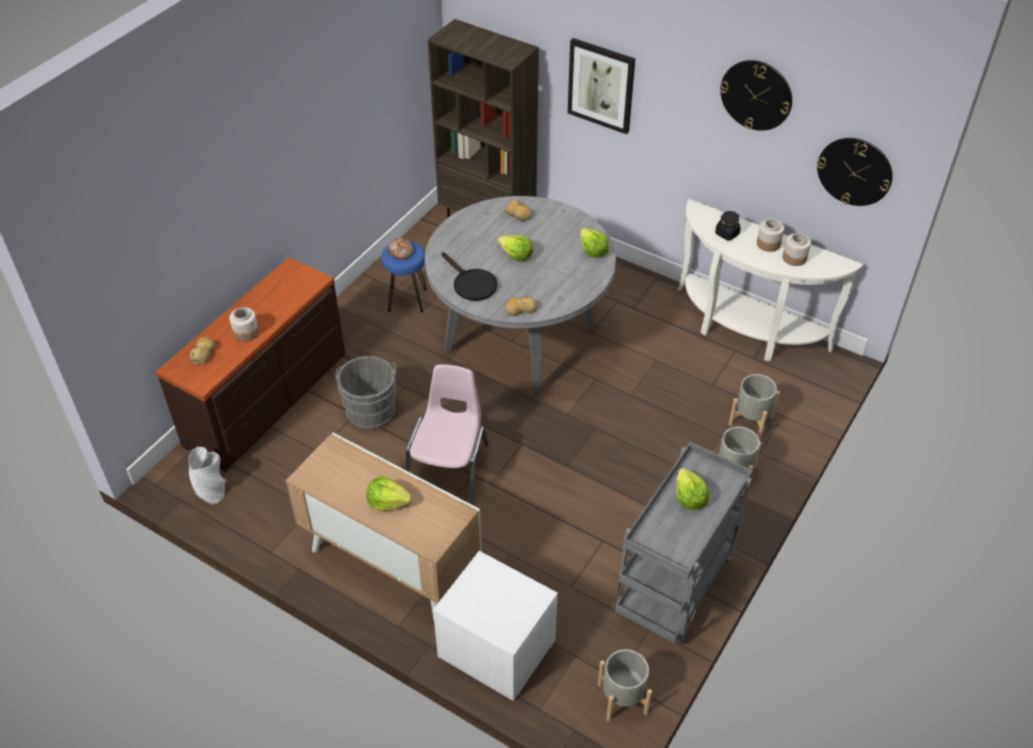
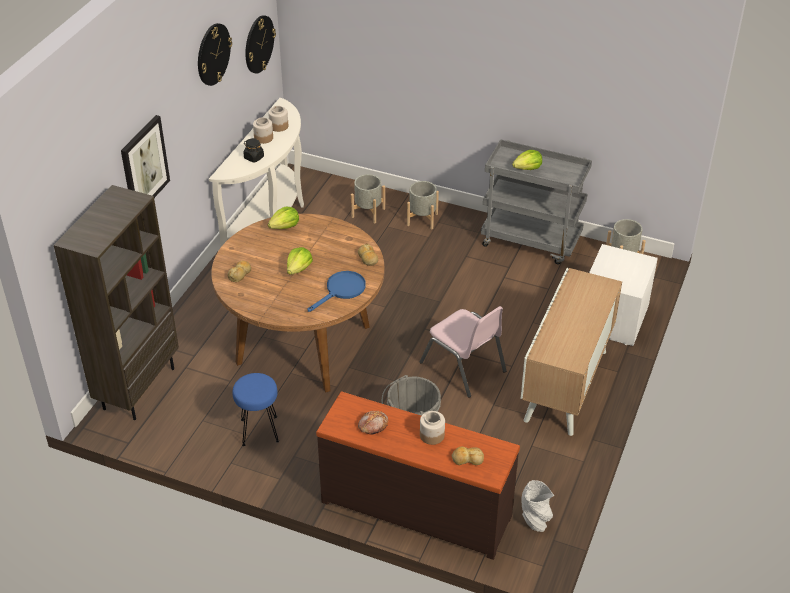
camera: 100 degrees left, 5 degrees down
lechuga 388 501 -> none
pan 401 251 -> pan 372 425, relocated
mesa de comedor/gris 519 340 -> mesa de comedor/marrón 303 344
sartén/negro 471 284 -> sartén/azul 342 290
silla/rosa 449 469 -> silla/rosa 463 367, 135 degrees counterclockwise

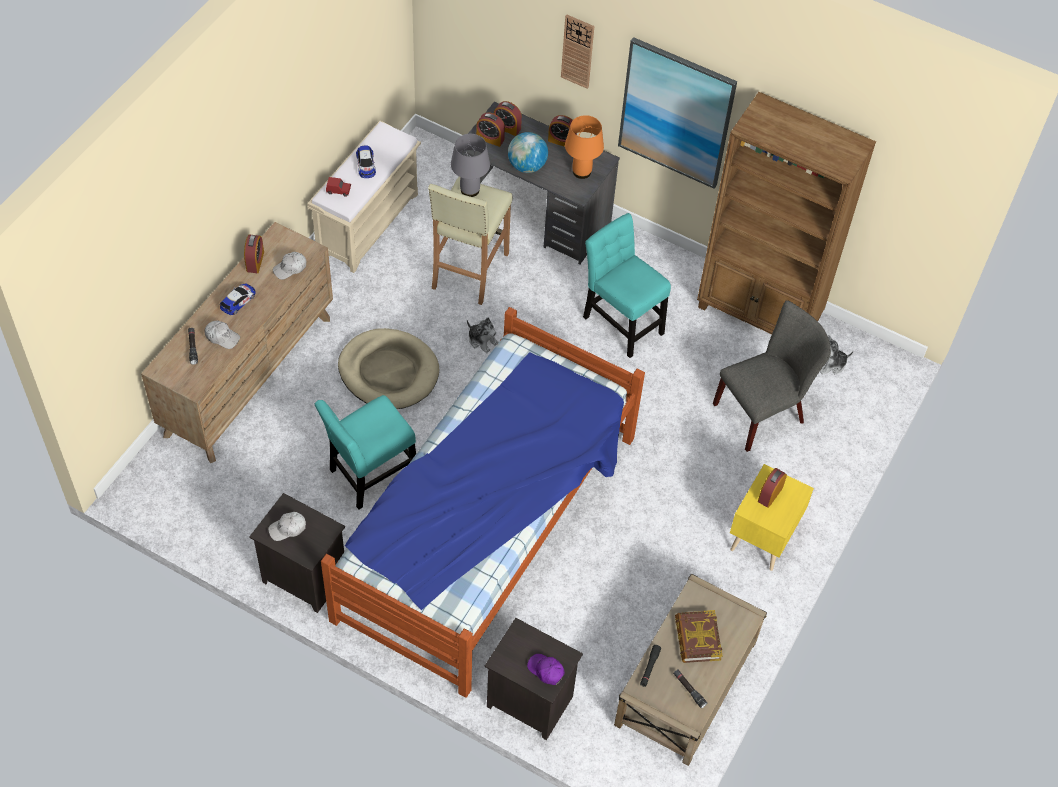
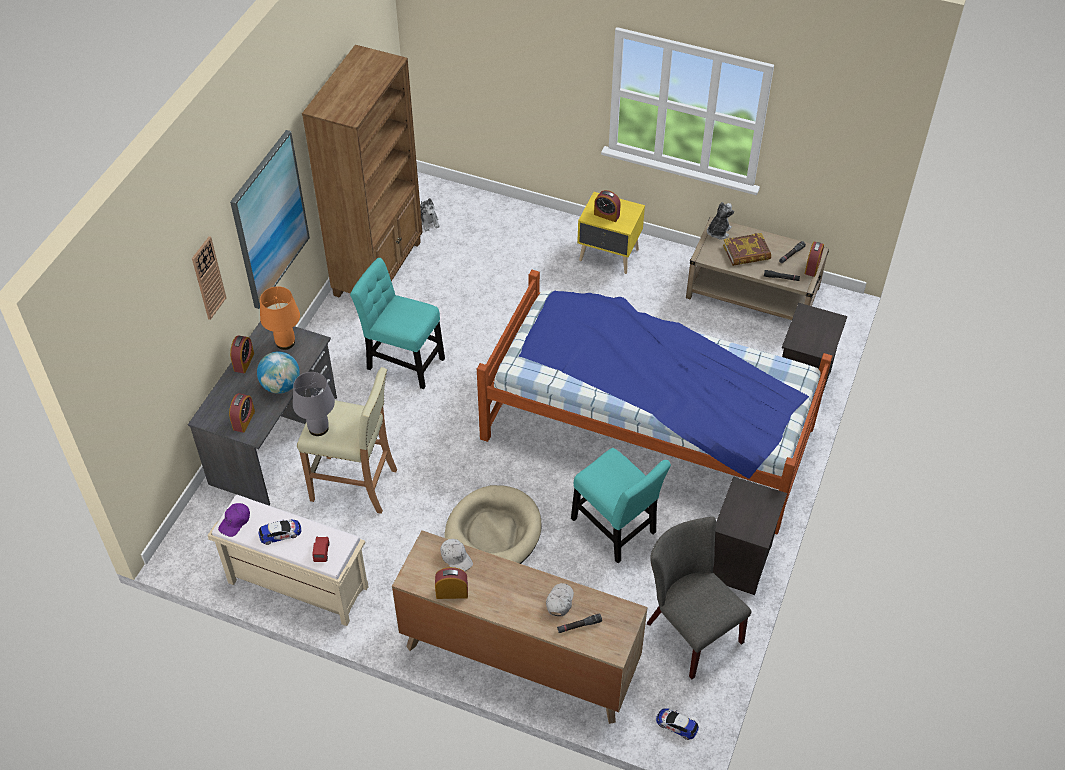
camera: 95 degrees left, 5 degrees down
gorra/blanco 288 528 -> none
coche de juguete 238 301 -> coche de juguete 676 725, relocated
peluche 482 340 -> peluche 718 231, relocated
despertador 507 127 -> despertador 812 267, relocated
gorra/morado 546 670 -> gorra/morado 235 522, relocated
silla/gris 764 411 -> silla/gris 689 629, relocated
silla/turquesa 621 321 -> silla/turquesa 402 361, 75 degrees clockwise

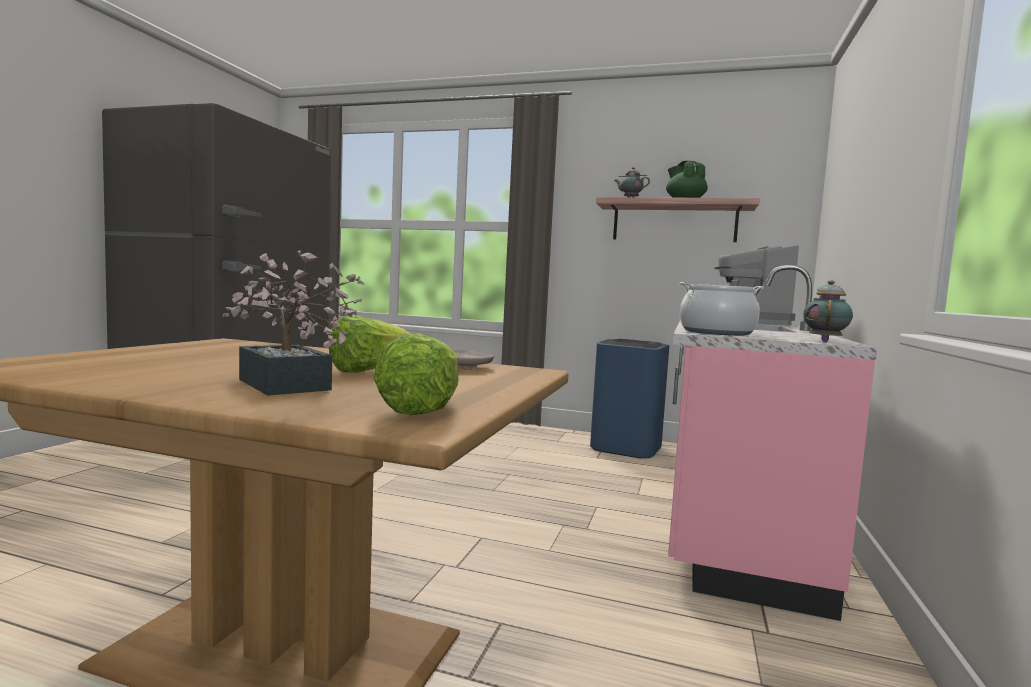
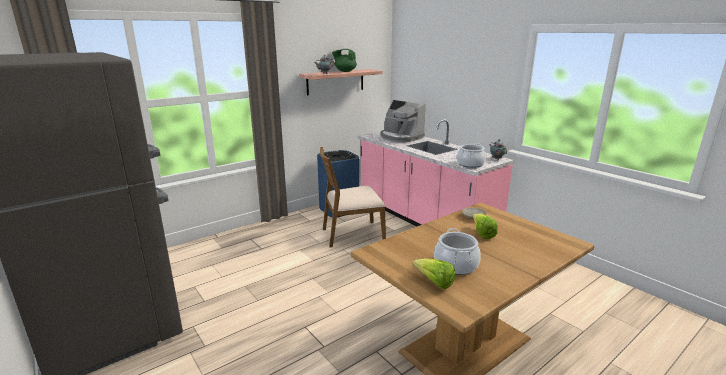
camera: 55 degrees left, 15 degrees up
planta en maceta 287 387 -> none
none -> silla/marrón 352 234
none -> olla 455 265
lechuga 422 408 -> lechuga 434 283, relocated

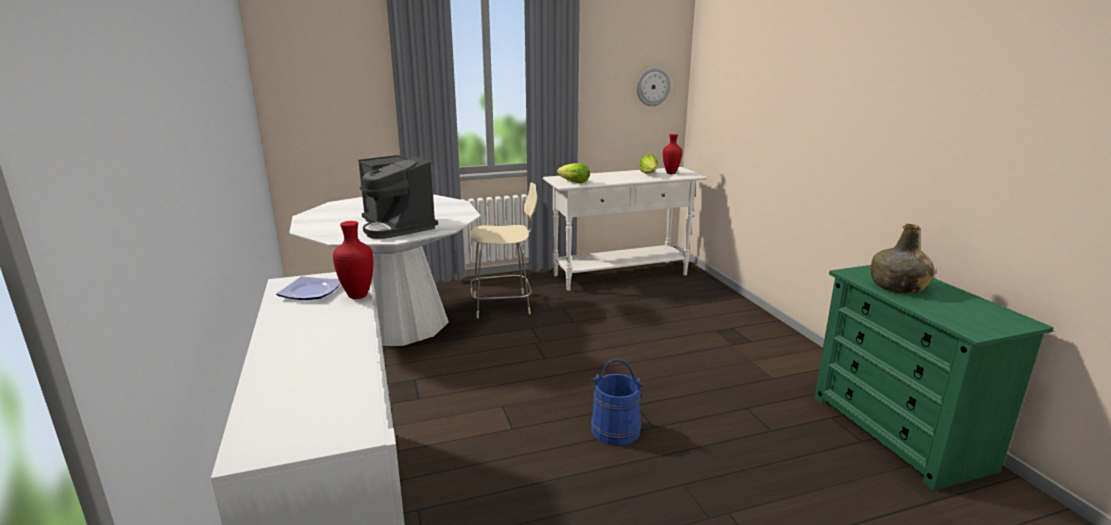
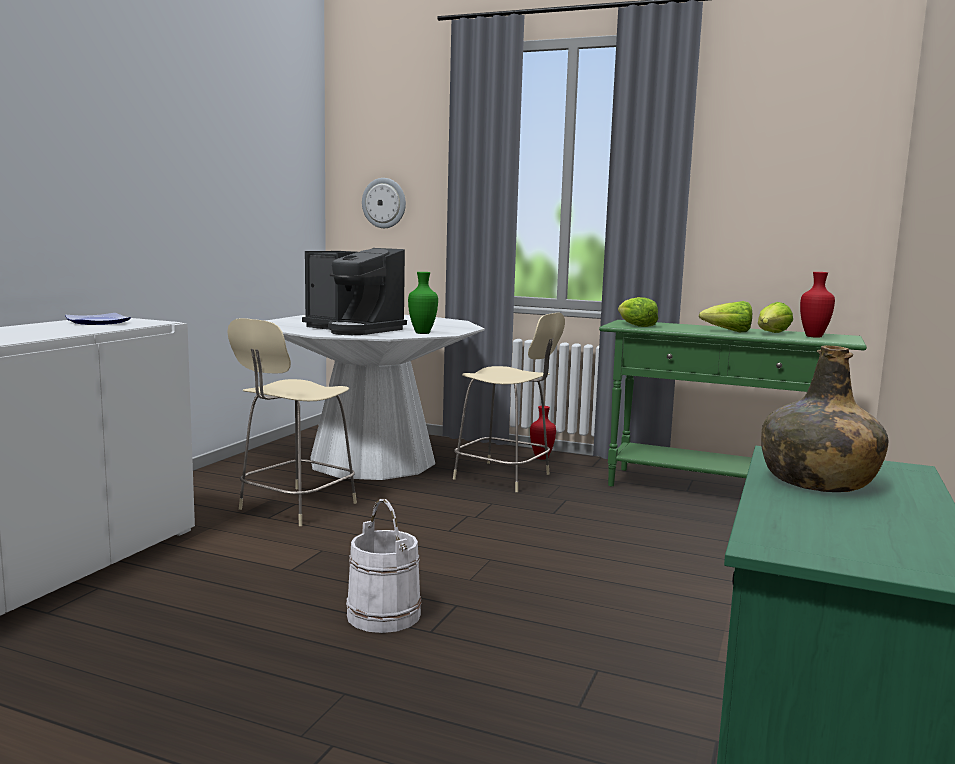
camera: 40 degrees right, 10 degrees down
none -> silla/beis 295 507
none -> florero/verde 421 333
none -> lechuga 728 331
florero/rojo 356 296 -> florero/rojo 540 458, relocated
reloj de pared 653 86 -> reloj de pared 384 203, relocated
mesa consola/blanco 621 275 -> mesa consola/verde 716 491
cubo/azul 615 429 -> cubo/blanco 384 614
cafetera 397 226 -> cafetera 354 329, 60 degrees counterclockwise

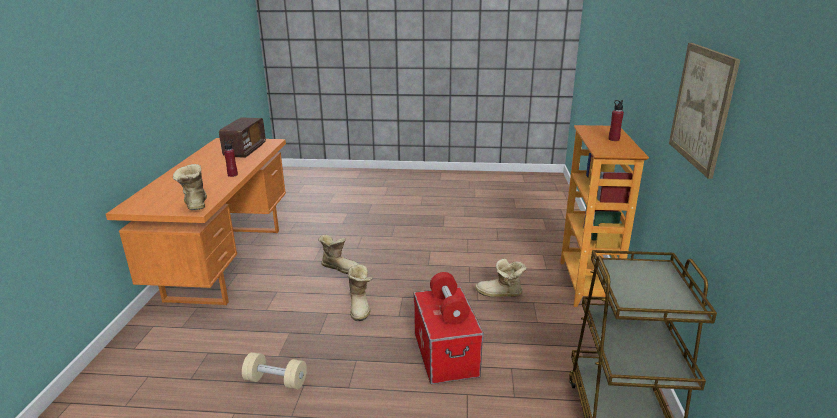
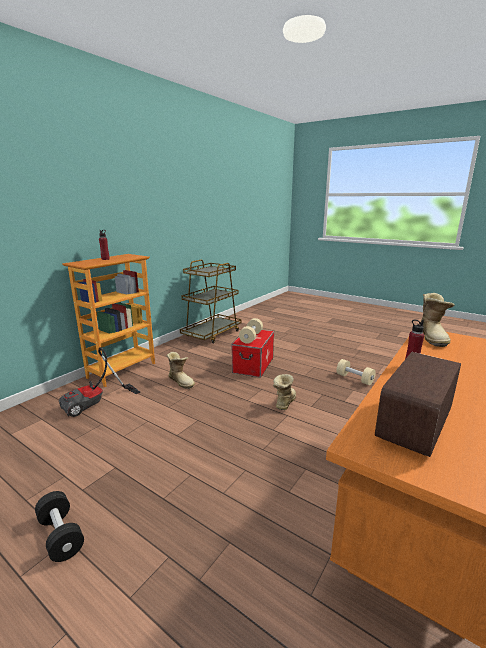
camera: 150 degrees left, 5 degrees down
bota 340 267 -> none
cuadro 701 107 -> none
none -> mancuerna/negro 61 535
none -> aspiradora 95 404
mancuerna/rojo 448 308 -> mancuerna/beis 251 337

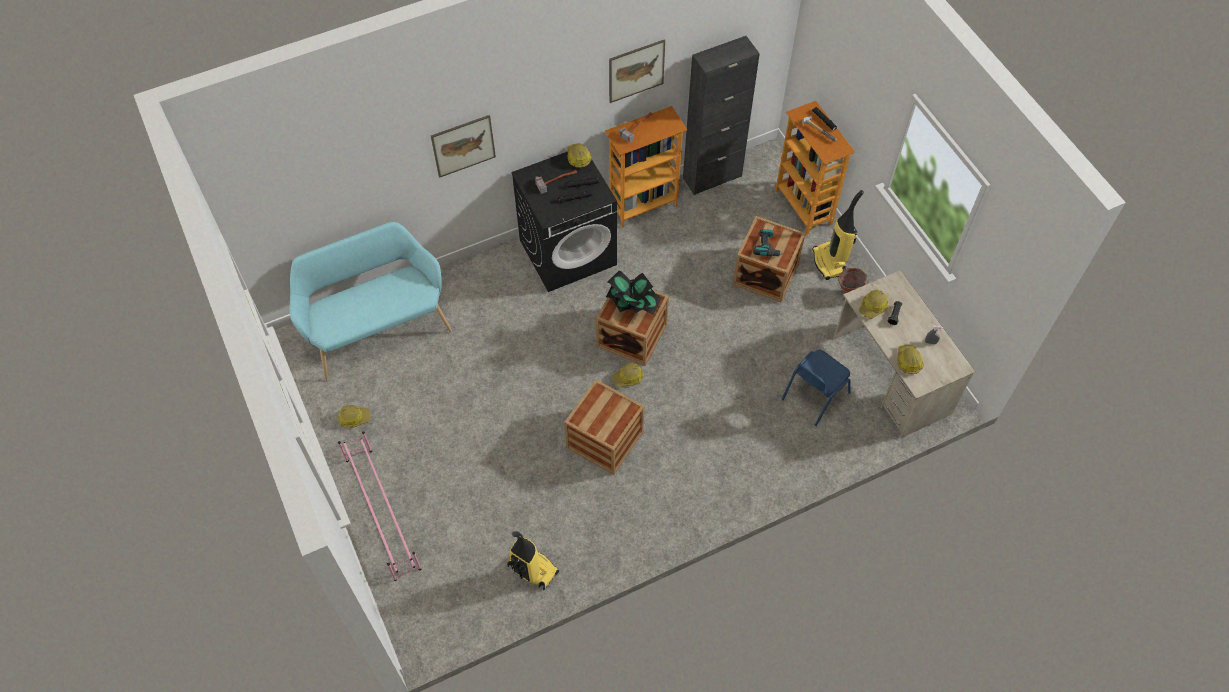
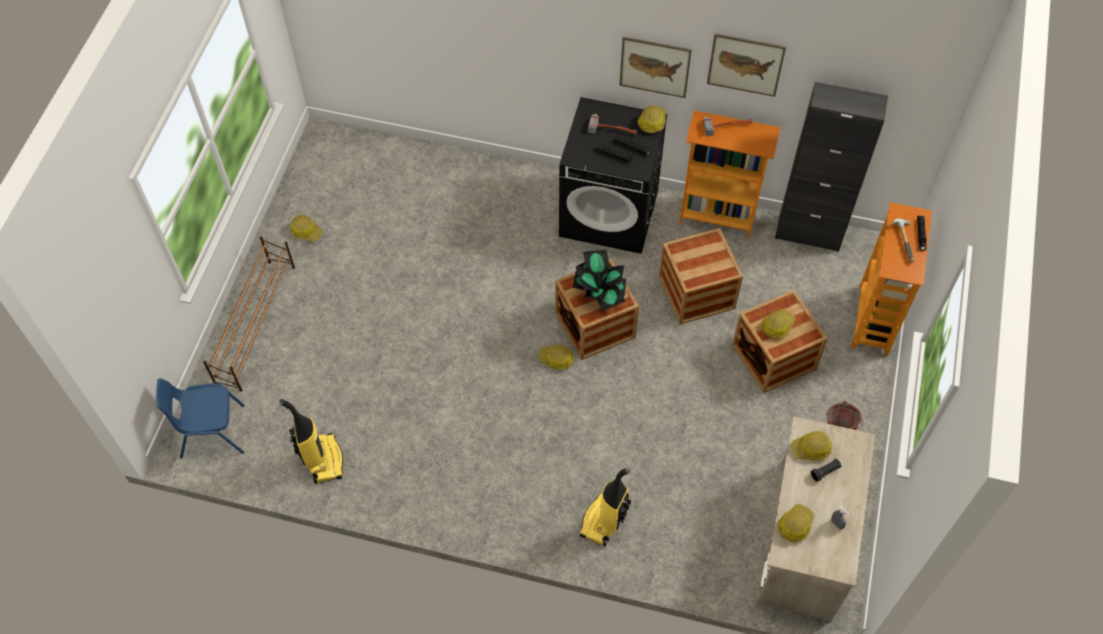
camera: 40 degrees right, 0 degrees up
banco/turquesa 377 329 -> none
cuadro 463 146 -> cuadro 655 67, relocated
caja de embalaje 604 440 -> caja de embalaje 696 292, relocated
silla/azul 814 396 -> silla/azul 211 432, relocated
aspiradora 830 262 -> aspiradora 604 521, relocated
taladro 767 247 -> casco 777 326
zapatero/rosa 382 512 -> zapatero/marrón 256 323

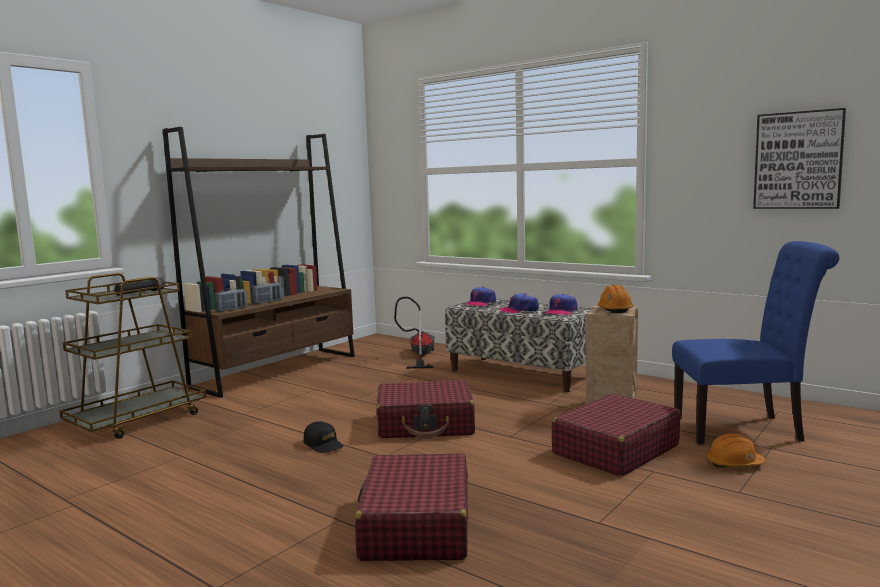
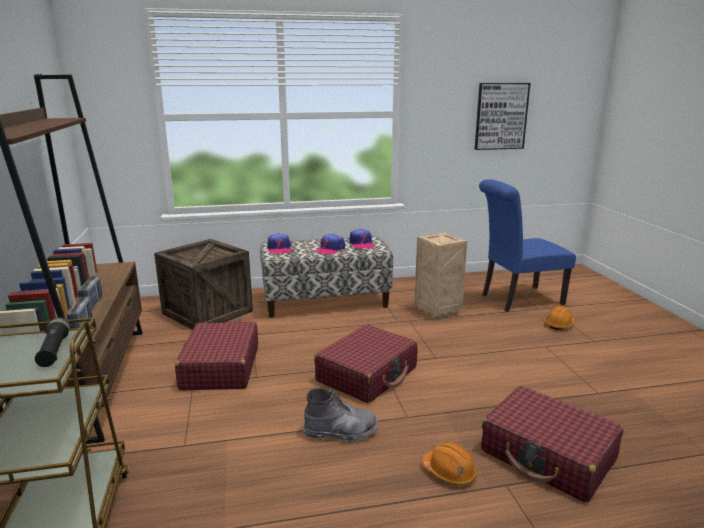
camera: 50 degrees left, 10 degrees up
maleta/rojo 615 450 -> maleta/rojo 220 368, relocated
casco/naranja 614 310 -> casco/naranja 449 472, relocated
gorra/negro 323 444 -> bota/gris 341 433
aspiradora 419 356 -> caja de embalaje 207 312
silla/azul 745 429 -> silla/azul 517 300, 150 degrees counterclockwise

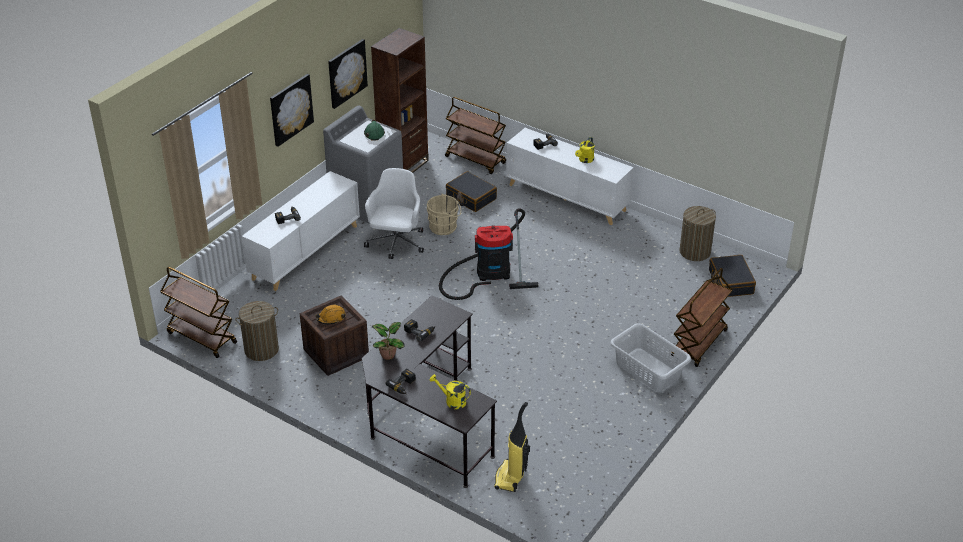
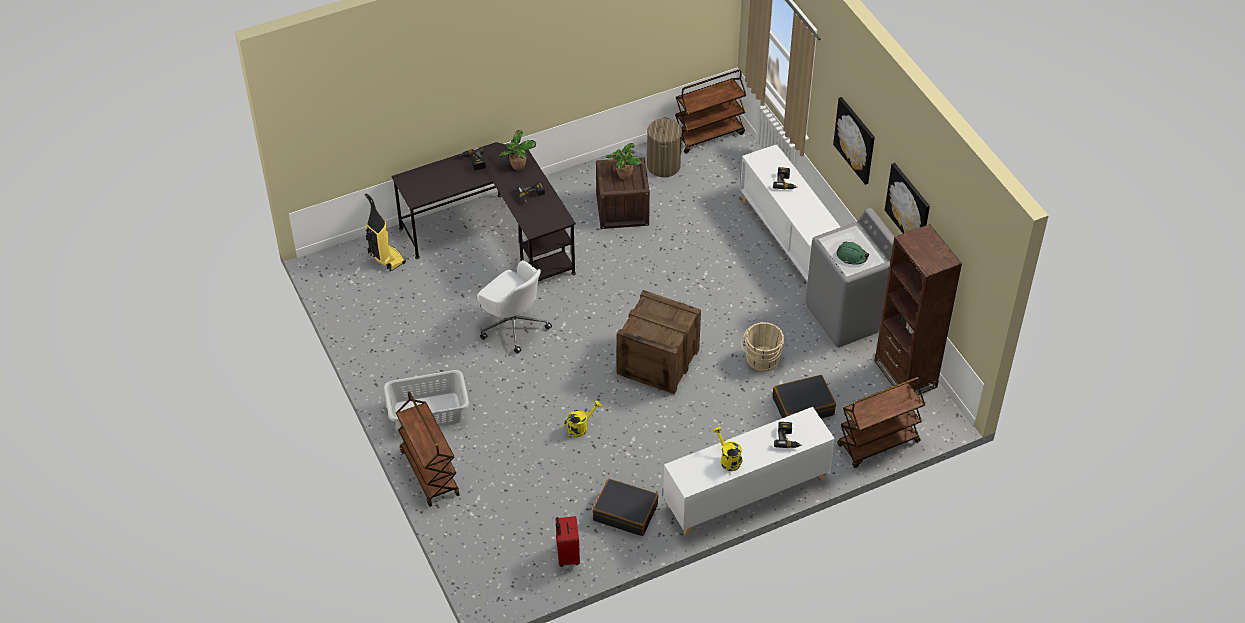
camera: 120 degrees right, 10 degrees up
silla de oficina/blanco 396 243 -> silla de oficina/blanco 513 324, relocated
regadera/amarillo 452 401 -> regadera/amarillo 580 427, relocated
maleta/negro 730 282 -> maleta/negro 625 512, relocated
casco/naranja 331 318 -> planta en maceta 623 176
aspiradora 489 273 -> caja de embalaje 658 362
cesto de la ropa 695 252 -> maleta/rojo 567 556

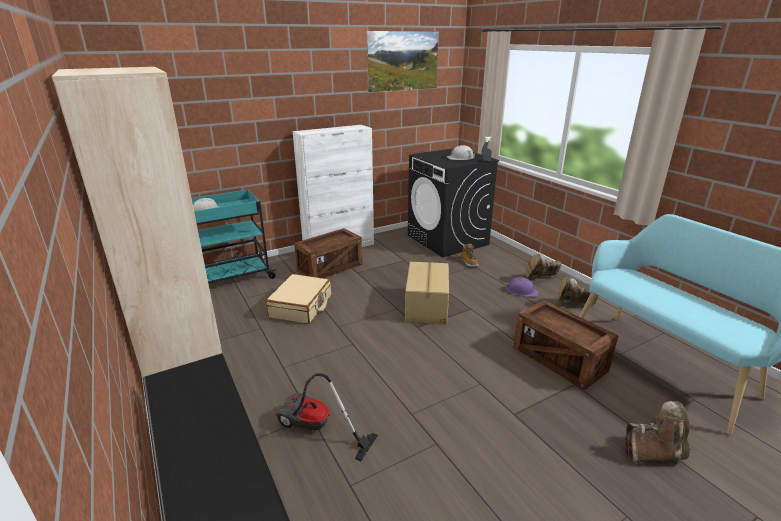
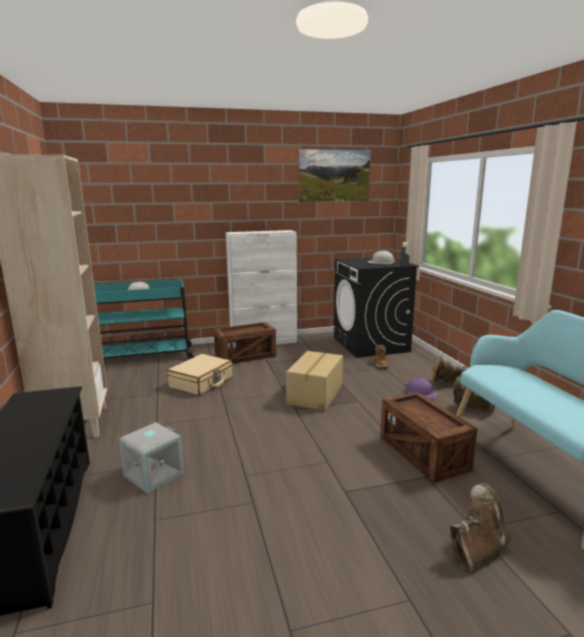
camera: 15 degrees right, 10 degrees down
aspiradora 316 430 -> caja de almacenaje/gris 153 473
bota/marrón 652 453 -> bota/marrón 477 550, 45 degrees counterclockwise

